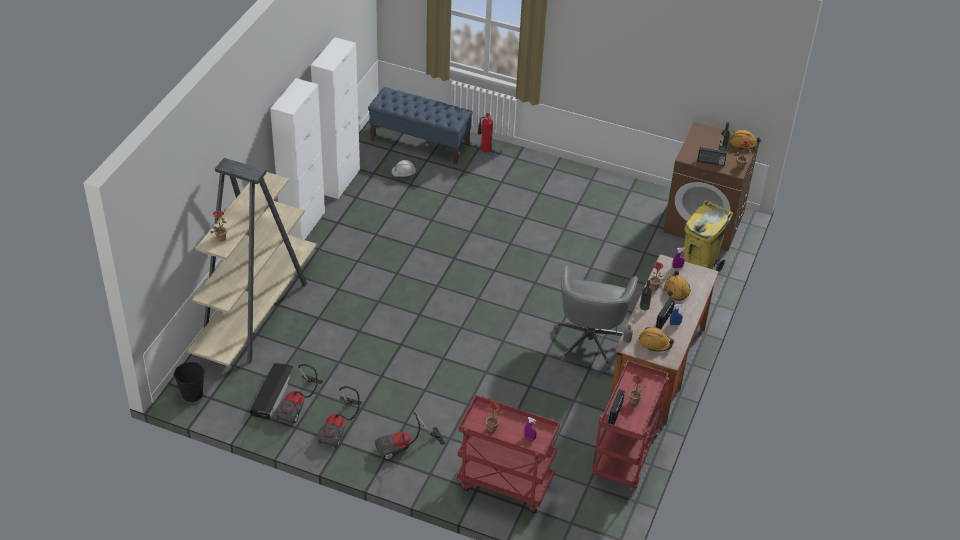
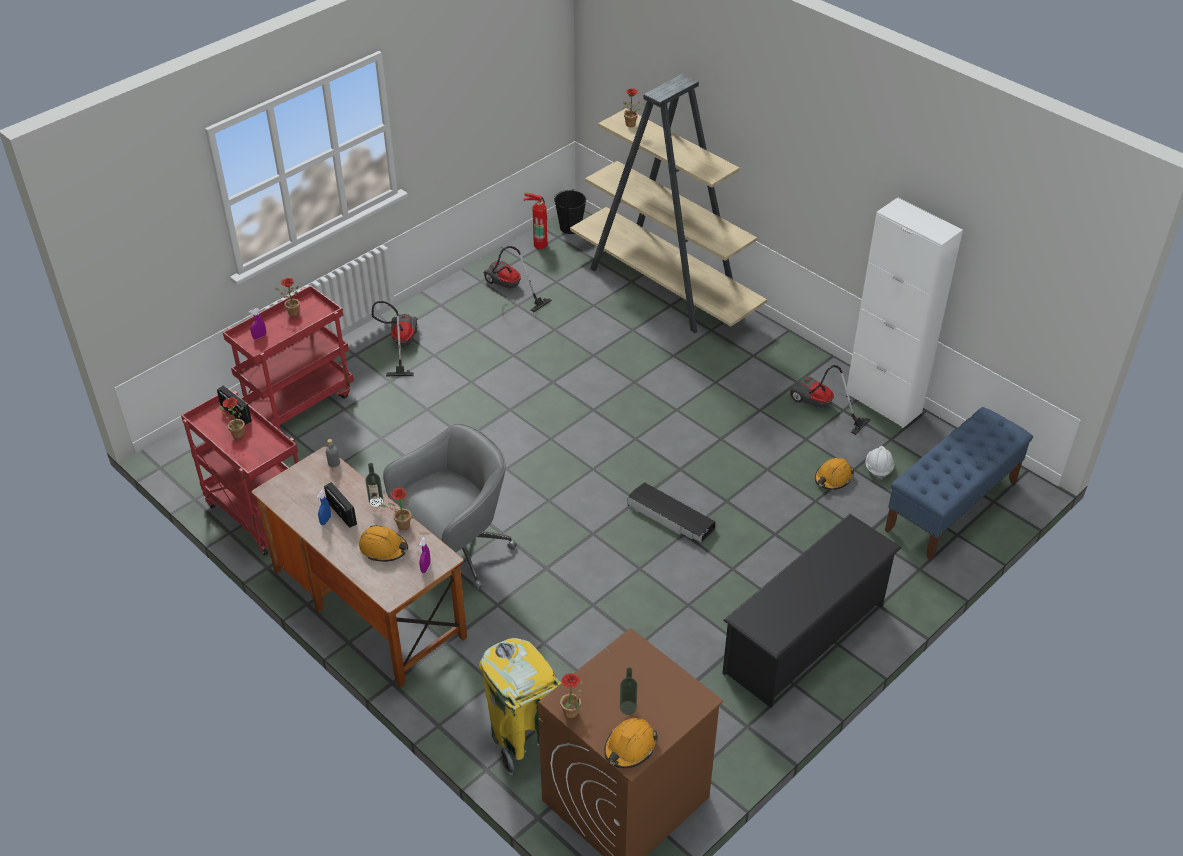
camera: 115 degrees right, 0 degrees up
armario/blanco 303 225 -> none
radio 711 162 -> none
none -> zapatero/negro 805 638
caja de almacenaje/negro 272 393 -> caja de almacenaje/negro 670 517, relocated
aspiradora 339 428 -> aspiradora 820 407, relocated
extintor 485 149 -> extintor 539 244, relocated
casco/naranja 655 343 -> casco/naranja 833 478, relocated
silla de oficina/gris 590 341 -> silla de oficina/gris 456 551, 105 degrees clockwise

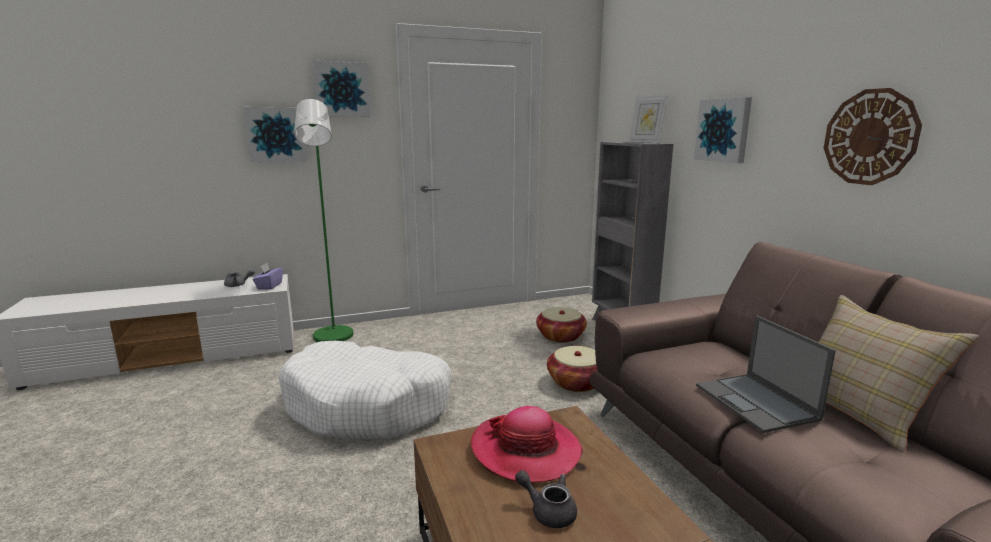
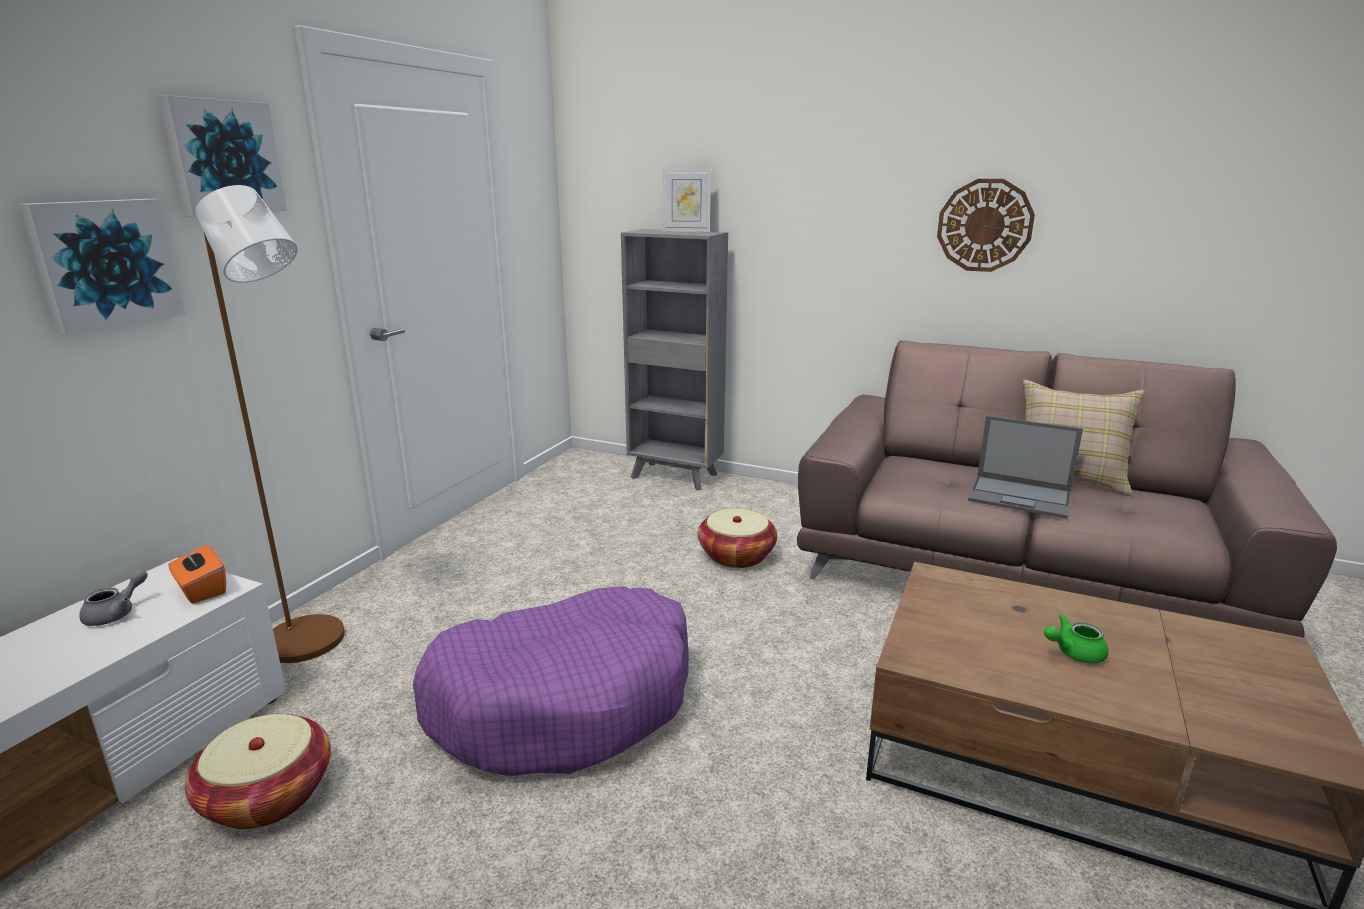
camera: 45 degrees left, 5 degrees up
sombrero 526 450 -> none
cuadro 724 130 -> none
cesta 560 336 -> cesta 268 796, relocated
caja de pañuelos/morado 269 286 -> caja de pañuelos/naranja 201 590
cama para perro/blanco 368 406 -> cama para perro/morado 565 700
lámpara de pie/verde 333 338 -> lámpara de pie/marrón 314 645
tetera/gris 548 511 -> tetera/verde 1073 653

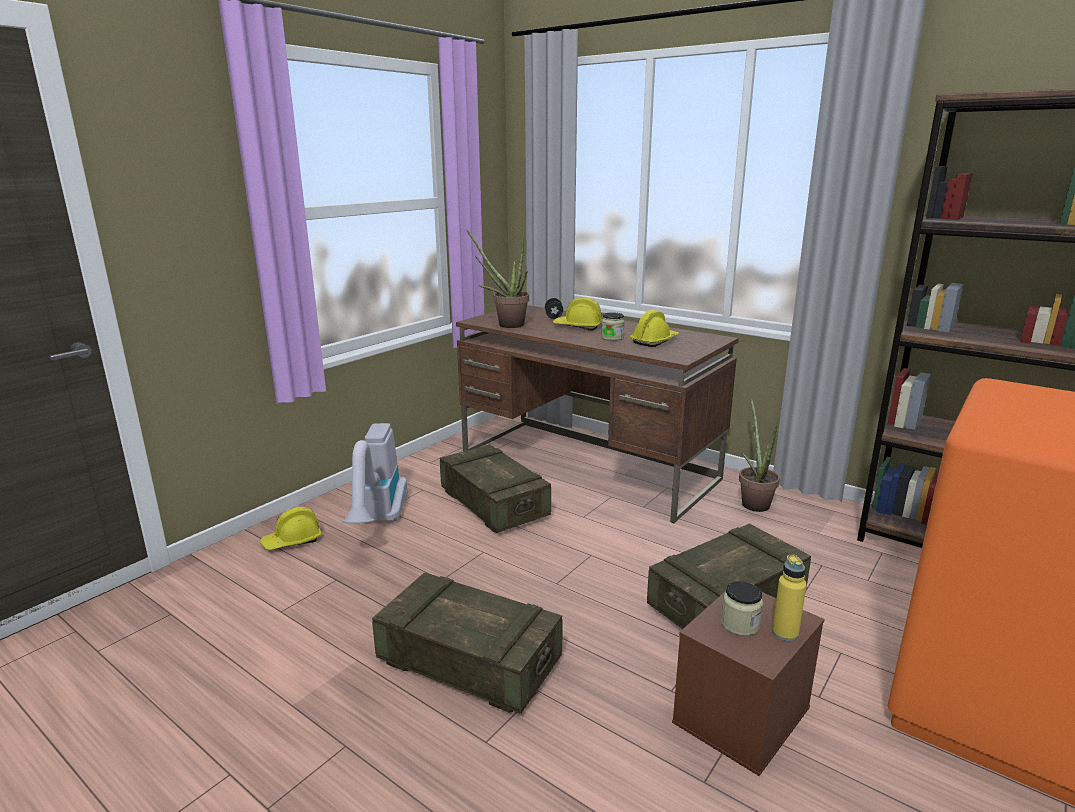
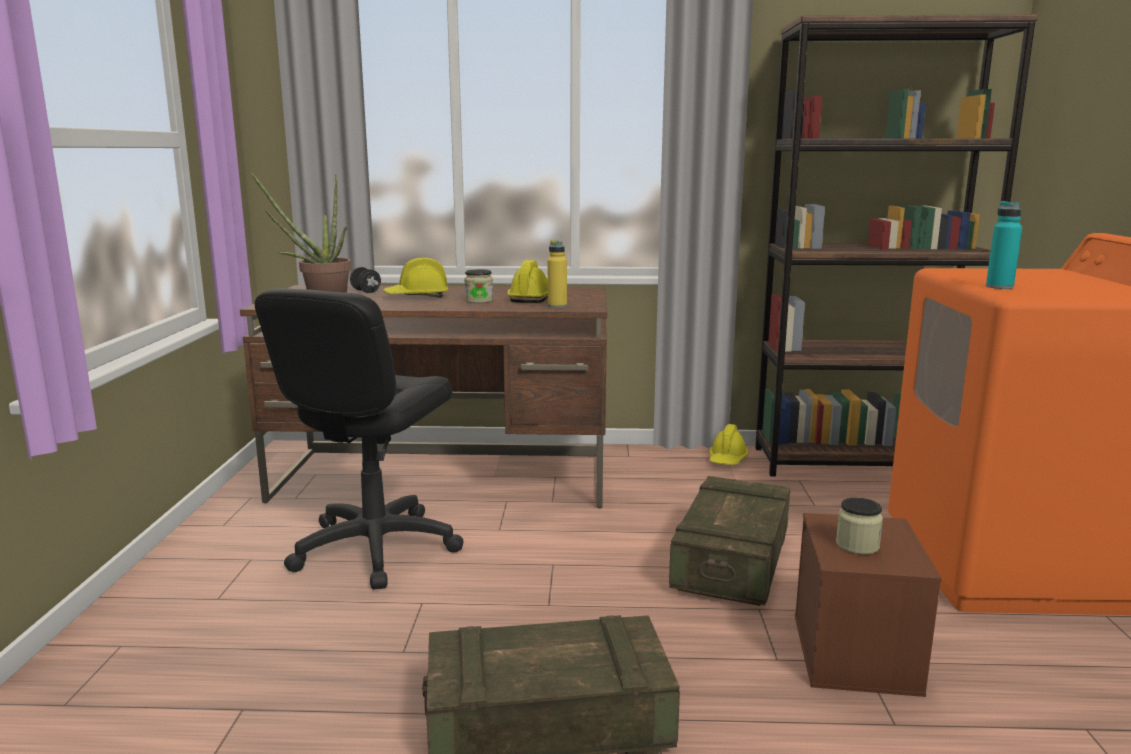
camera: 35 degrees left, 5 degrees down
aspiradora 379 521 -> none
planta en maceta 753 502 -> none
none -> botella/turquesa 999 287
casco/amarillo 292 541 -> casco/amarillo 727 460, relocated
botella/amarillo 785 633 -> botella/amarillo 557 306, relocated
caja de embalaje 494 504 -> silla de oficina/negro 374 548

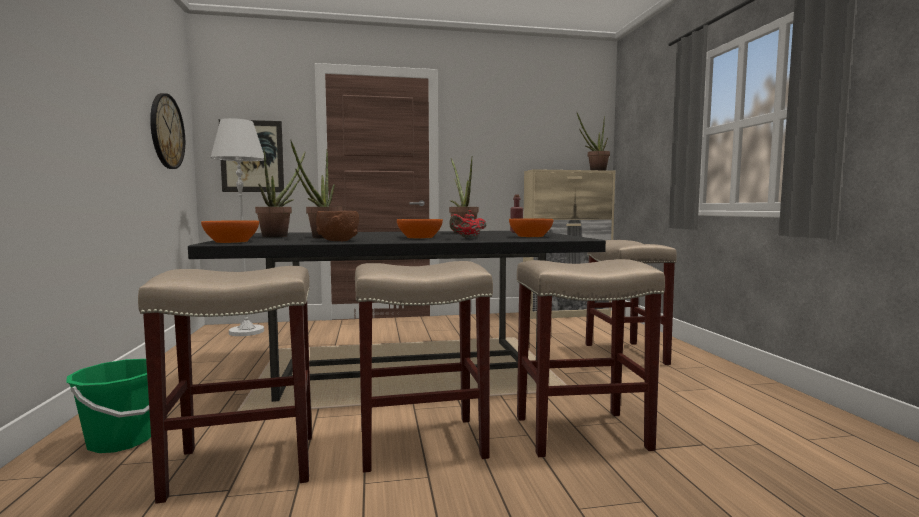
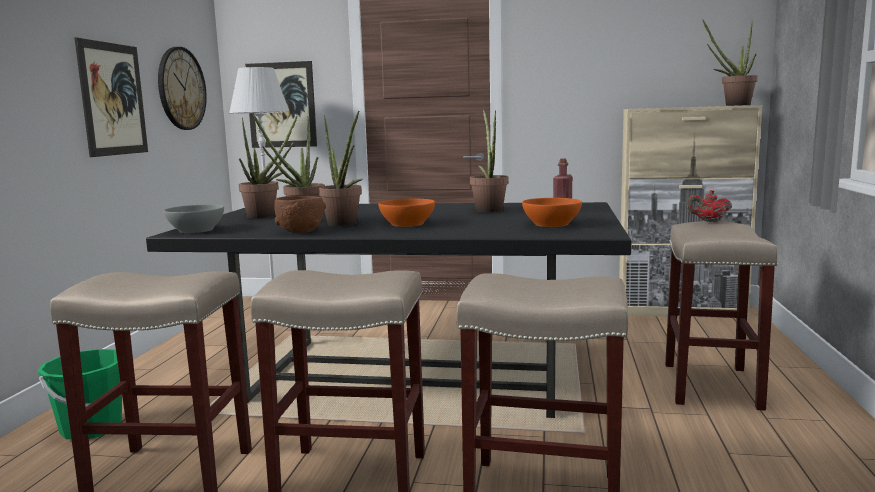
camera: 20 degrees right, 5 degrees up
none -> cuadro 113 99
none -> planta en maceta 344 224
tetera/rojo 468 238 -> tetera/rojo 708 221, relocated
cuenco/naranja 231 241 -> cuenco/gris 196 230

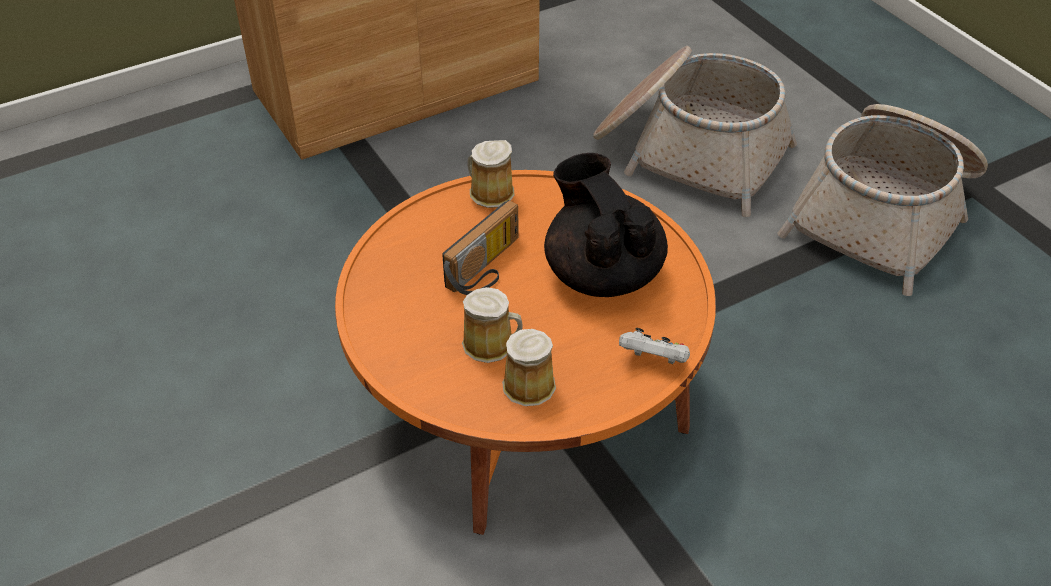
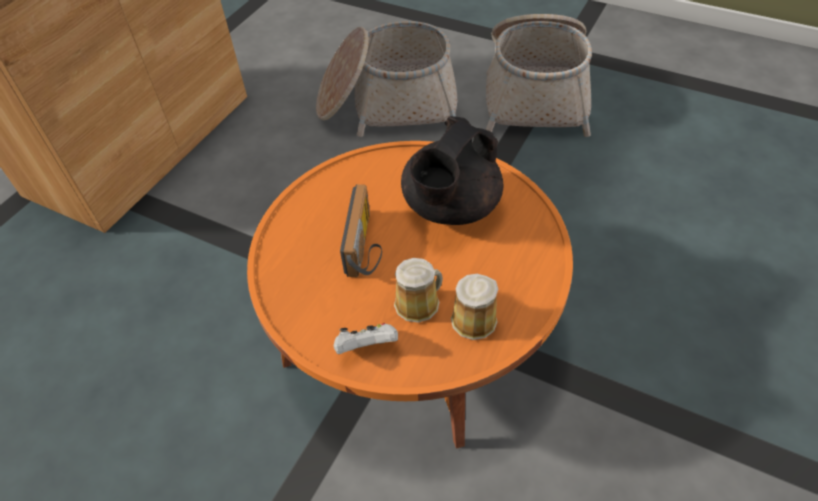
camera: 30 degrees left, 5 degrees up
taza grande 489 192 -> none
mando de consola/blanco 654 360 -> mando de consola/blanco 366 347, relocated
tetera/negro 602 272 -> tetera/negro 450 208, 90 degrees counterclockwise

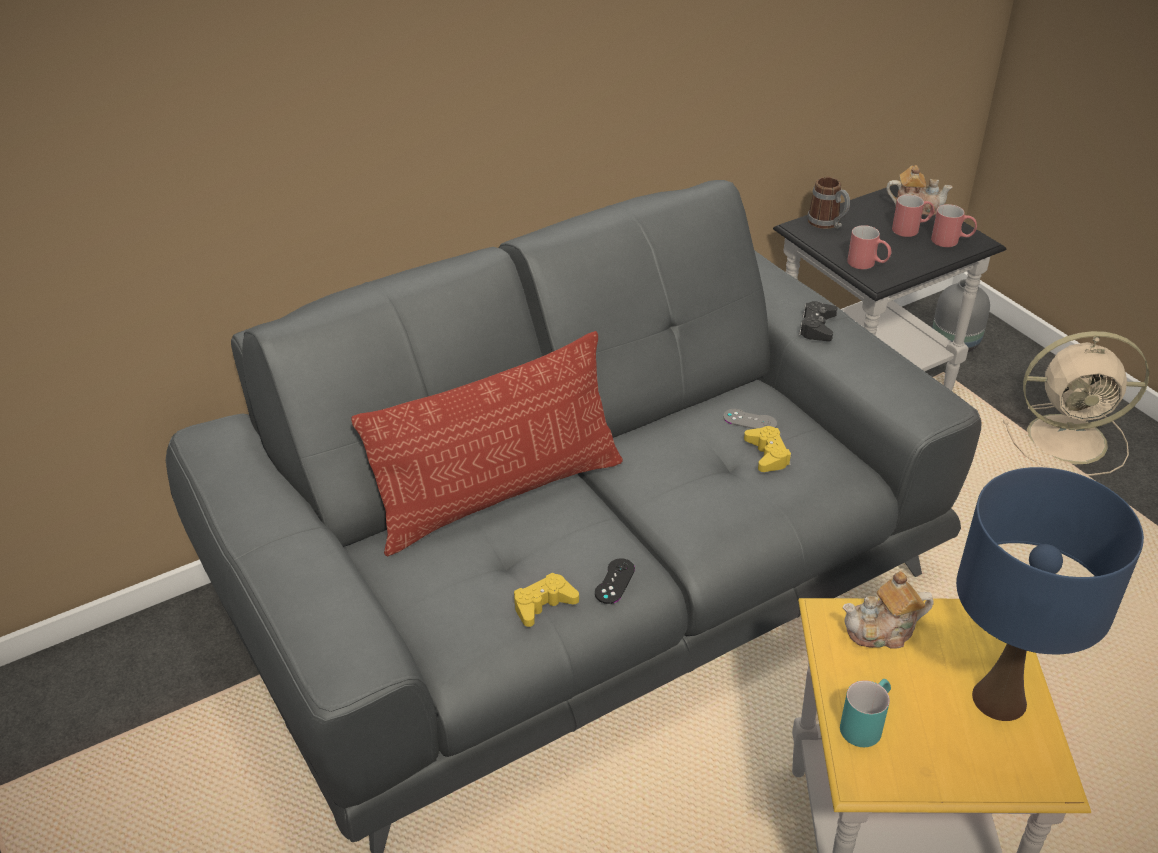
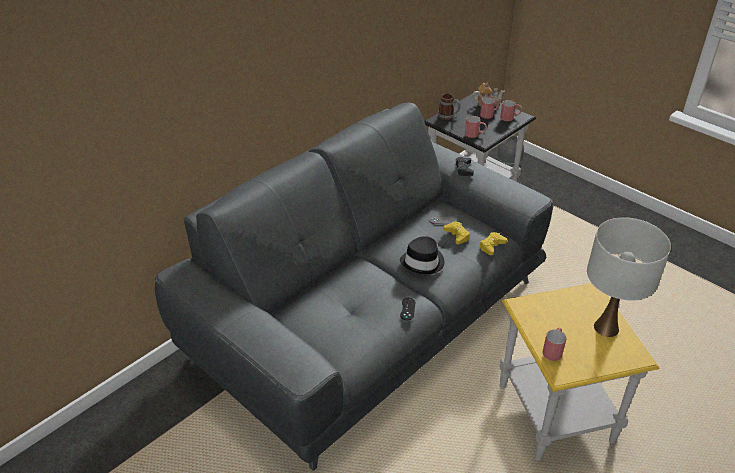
camera: 15 degrees left, 0 degrees up
cojín 499 495 -> none
tetera 883 631 -> none
ventilador/beis 1070 439 -> none
none -> sombrero/negro 423 262
mando de consola/amarillo 543 605 -> mando de consola/amarillo 492 246, relocated
taza grande/turquesa 866 723 -> taza grande/rojo 553 350
lámpara de mesa/azul 998 699 -> lámpara de mesa/blanco 606 328

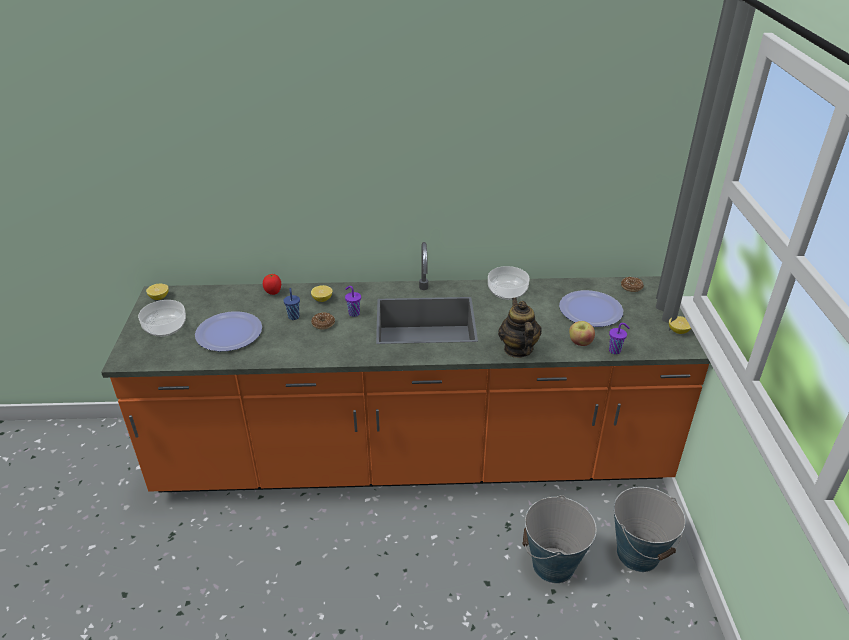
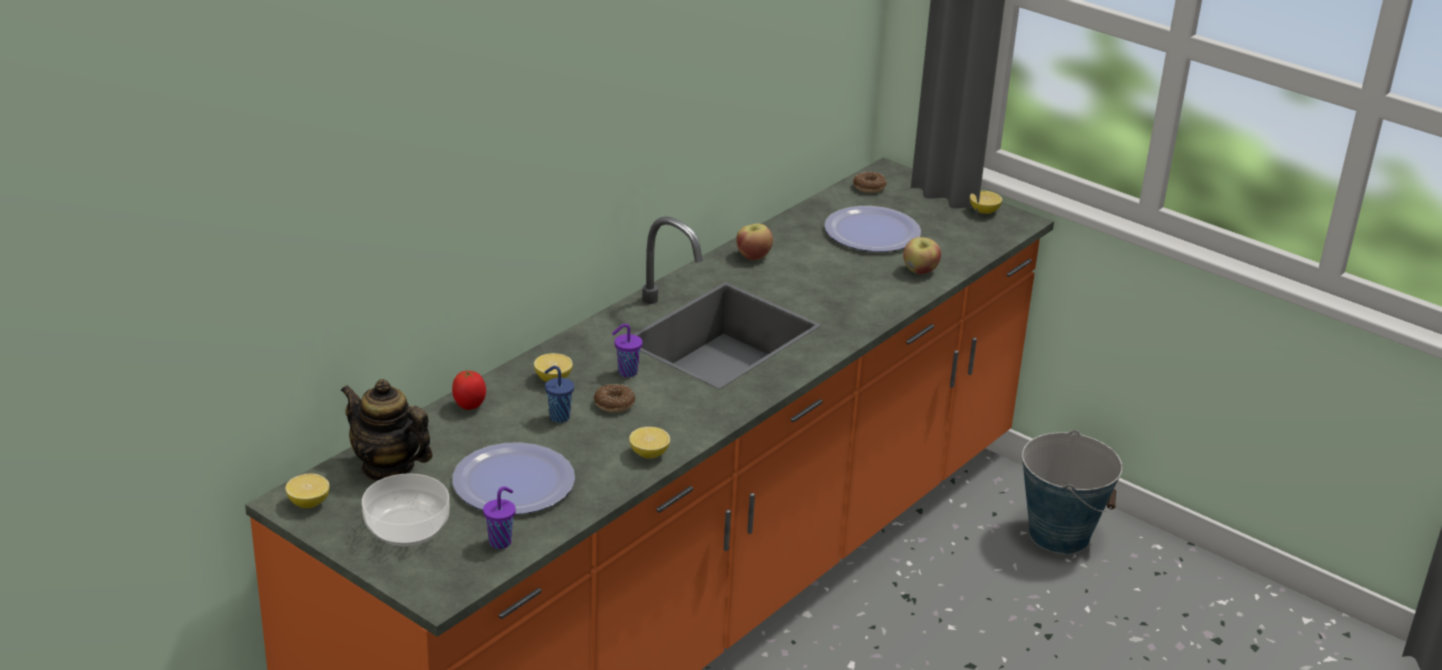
camera: 50 degrees left, 5 degrees down
cubo 553 565 -> none
none -> limón 649 454
tetera 518 349 -> tetera 388 467, relocated
taza/morado 615 351 -> taza/morado 501 542, relocated
cuenco 507 291 -> manzana 753 256

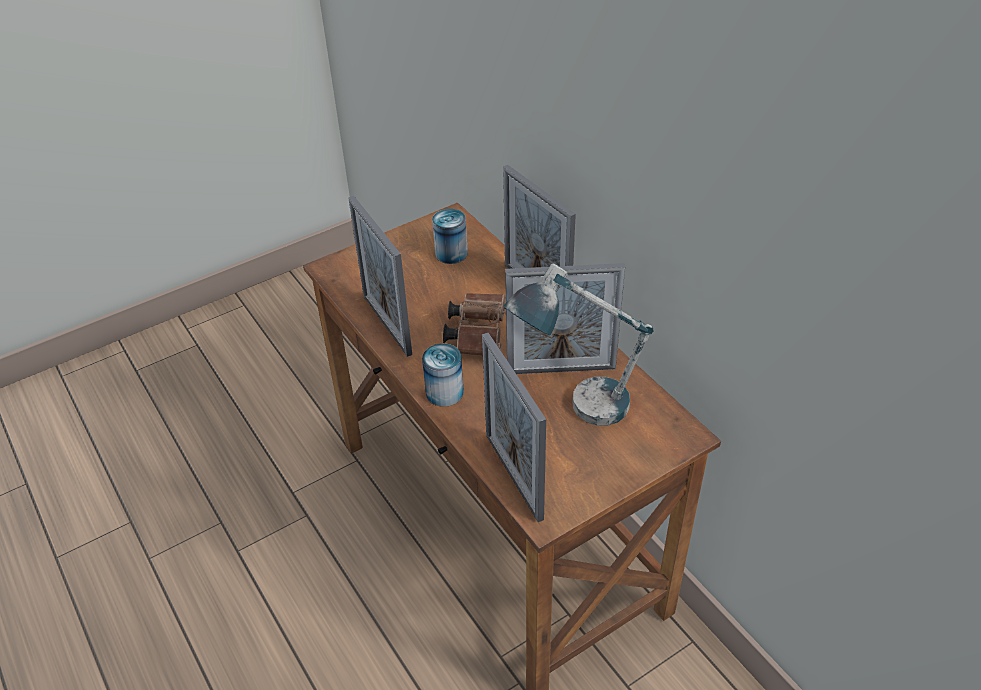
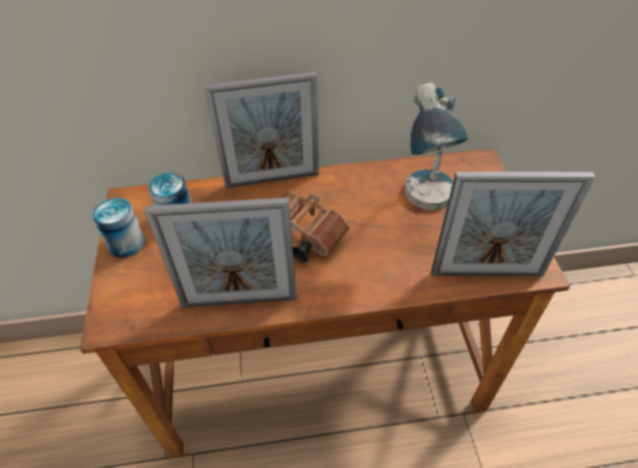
camera: 65 degrees left, 5 degrees up
portarretratos 561 369 -> none
lata 444 392 -> lata 126 243, relocated

